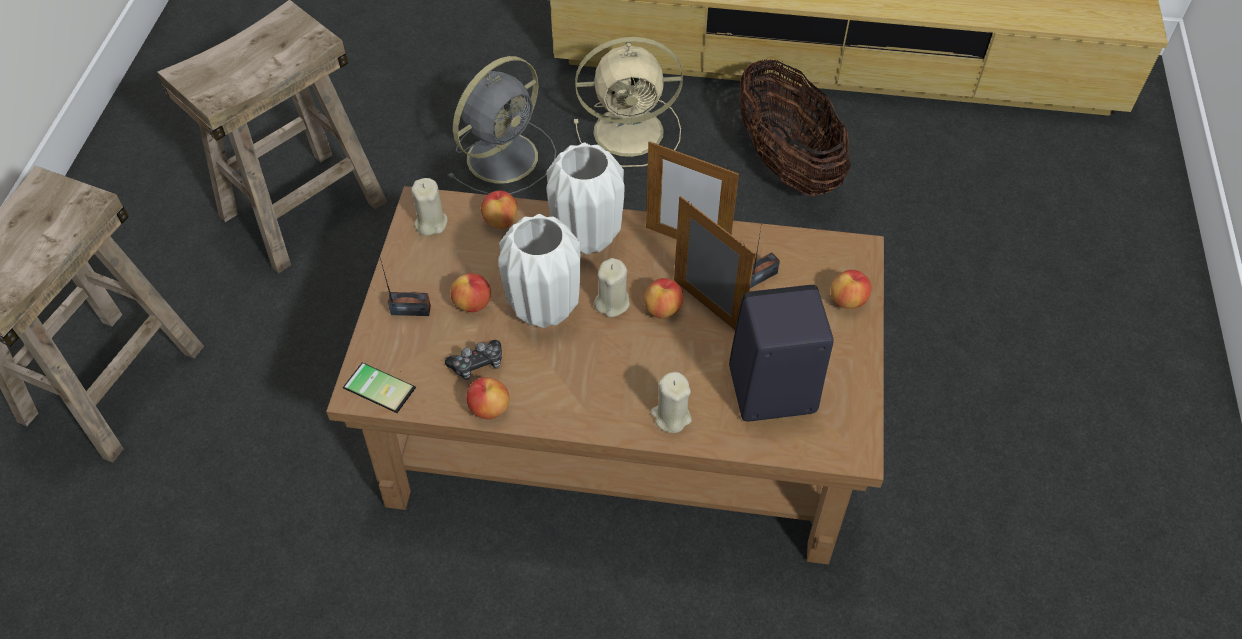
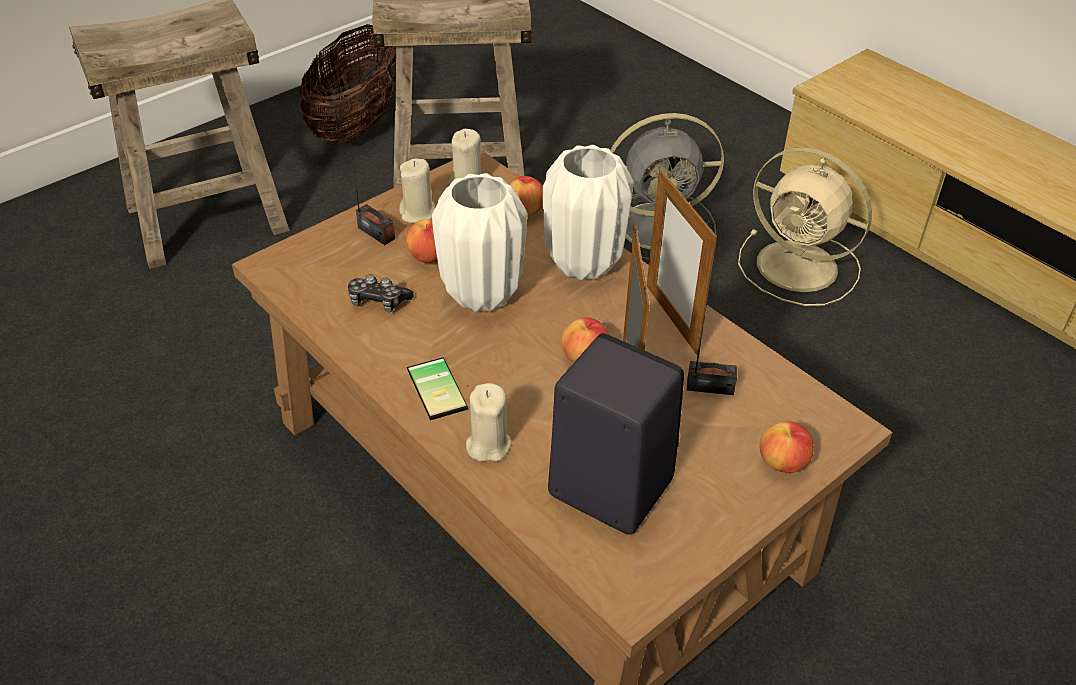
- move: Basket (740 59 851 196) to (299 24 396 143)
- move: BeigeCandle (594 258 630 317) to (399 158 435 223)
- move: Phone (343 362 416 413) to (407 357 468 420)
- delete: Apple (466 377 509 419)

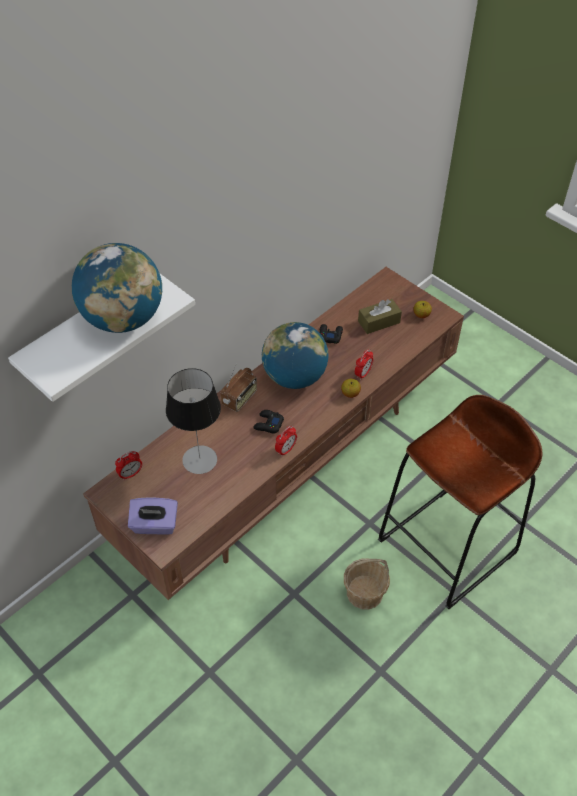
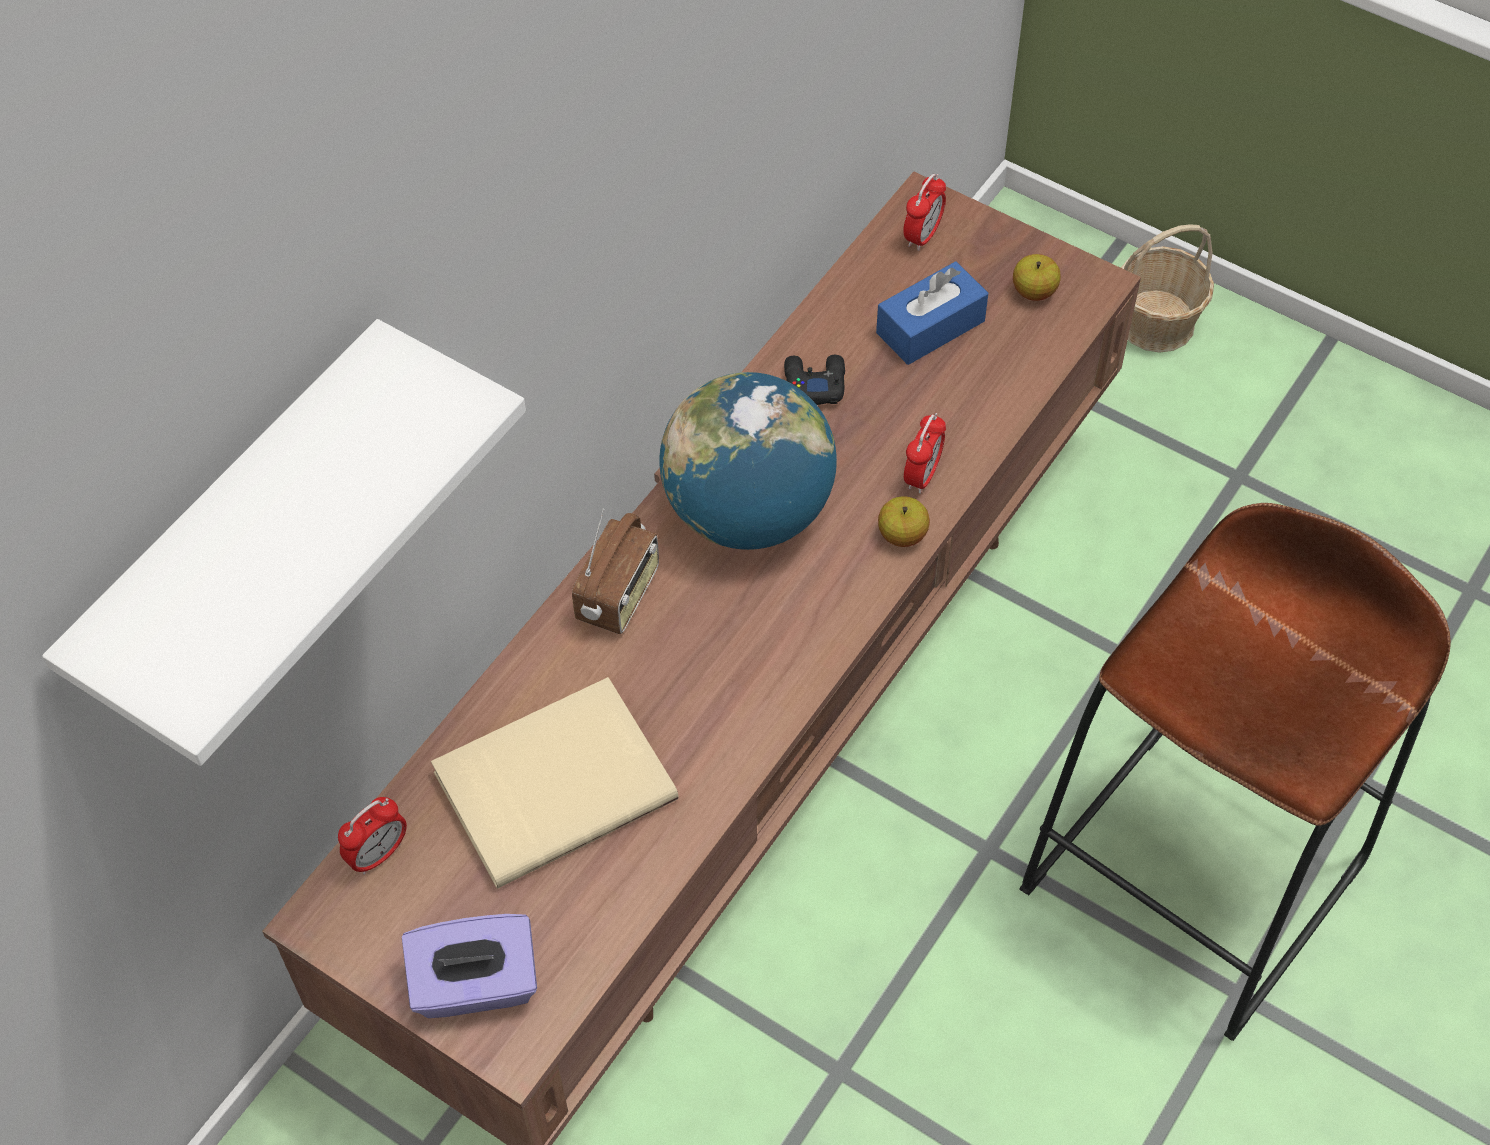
- delete: Globe (72 243 162 333)
- recolor: BrownTissueBox (358 299 402 334) to BlueTissueBox (876 261 988 365)
- replace: TableLamp (166 368 221 474) to BeigeBook (431 677 679 889)
- delete: BlackGameController (253 410 284 434)
- move: AlarmClock (275 426 297 457) to (903 174 946 251)
- move: Basket (344 558 390 610) to (1121 224 1214 353)

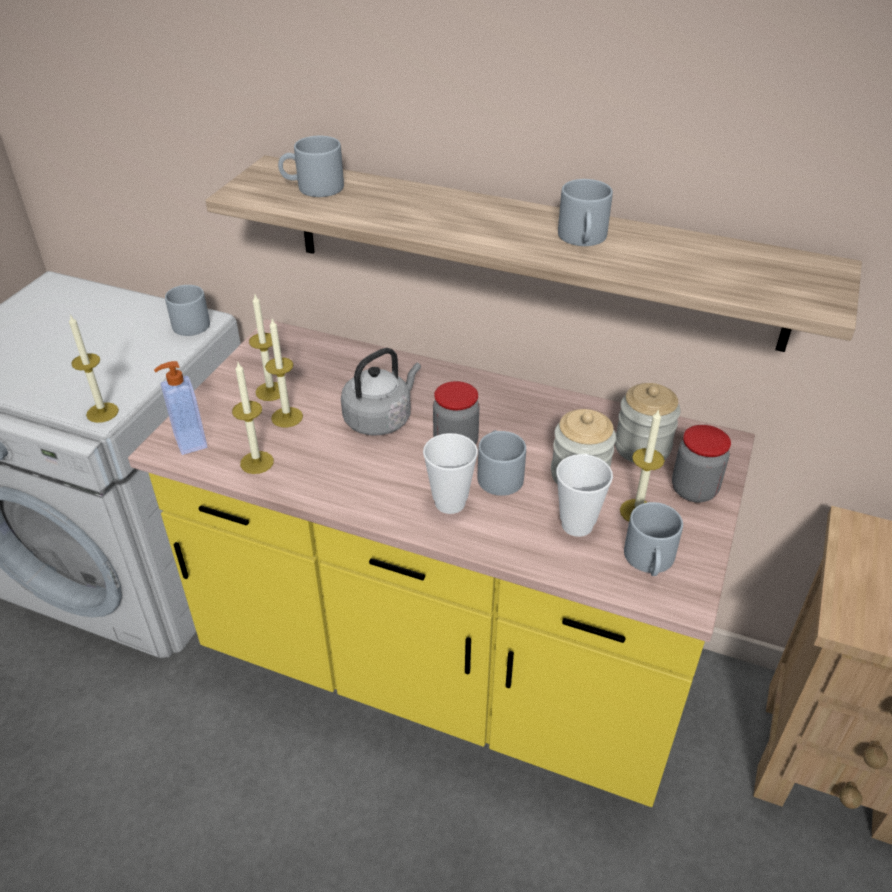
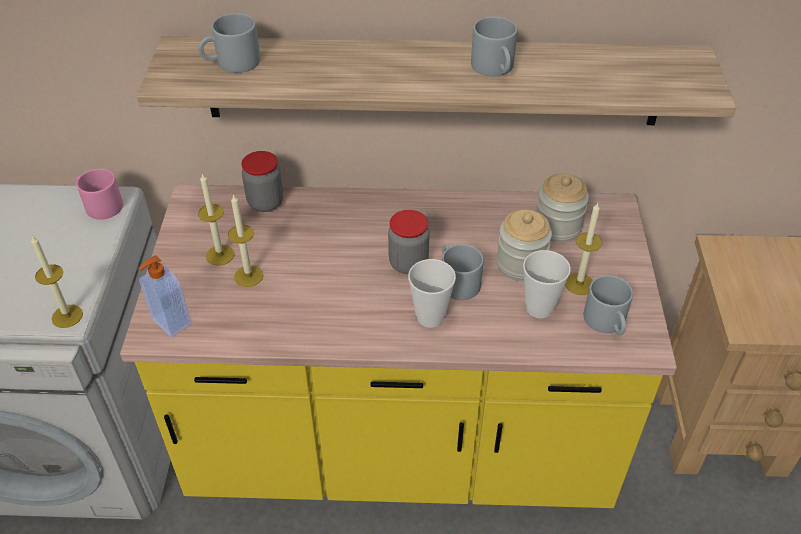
- recolor: GreyMug (165 285 210 336) to PinkMug (75 169 123 220)
- delete: GreyKettle (341 348 421 435)
- delete: Candle (232 362 274 474)
- move: Jar (672 425 731 502) to (242 151 283 212)

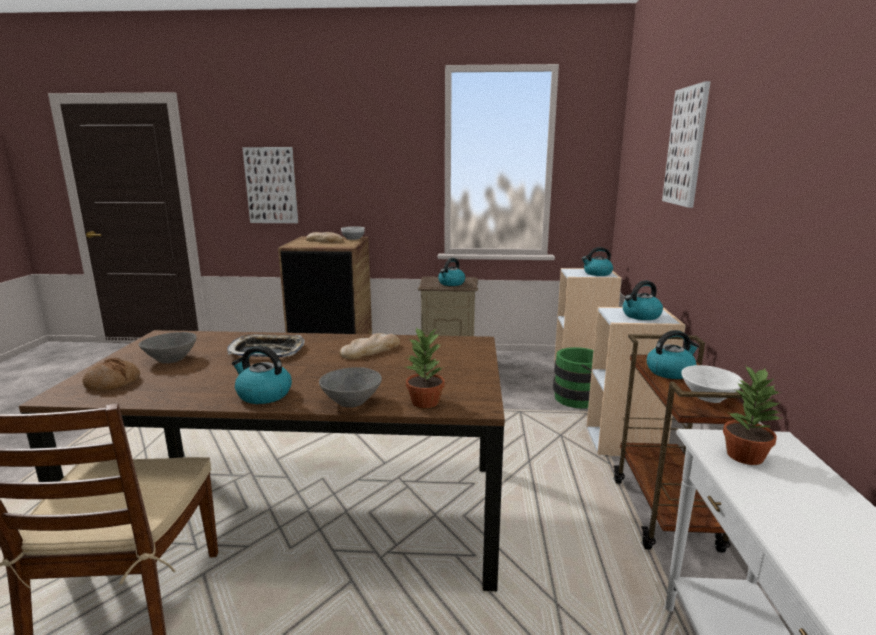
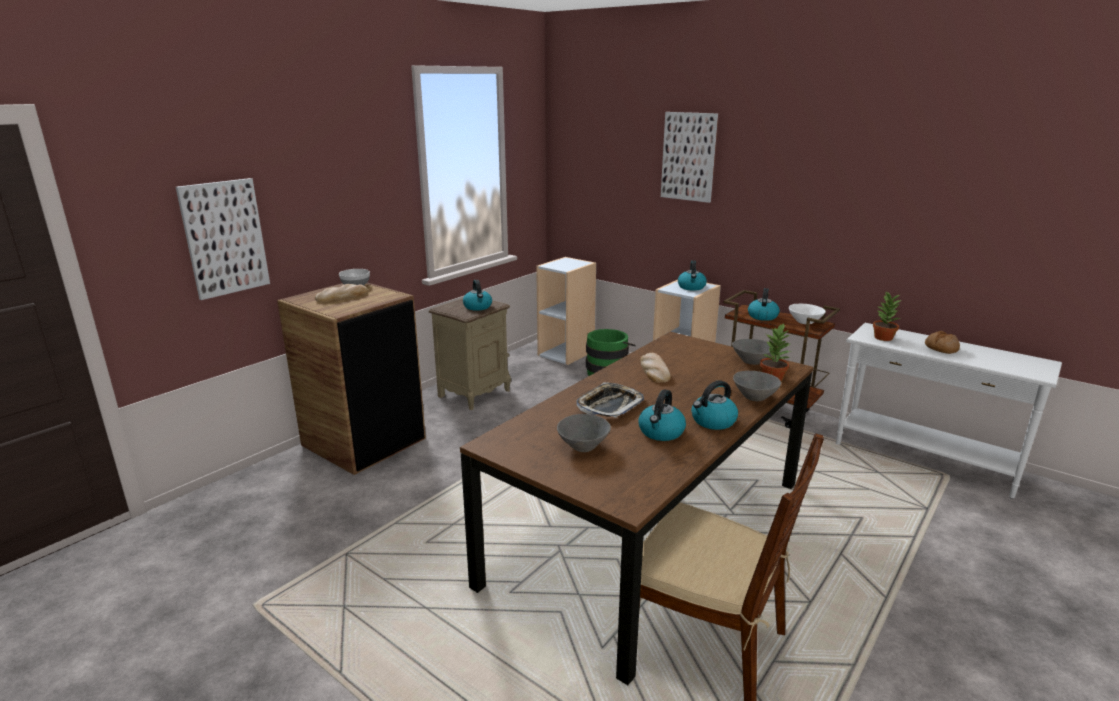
- move: Kettle (582 247 613 276) to (638 389 686 441)
- move: Bread (83 358 140 391) to (925 331 960 354)
- insert: GreyBowl (732 339 771 365)

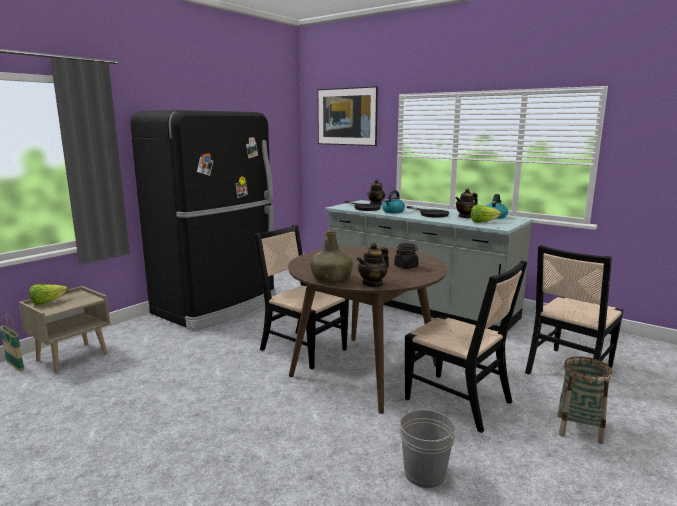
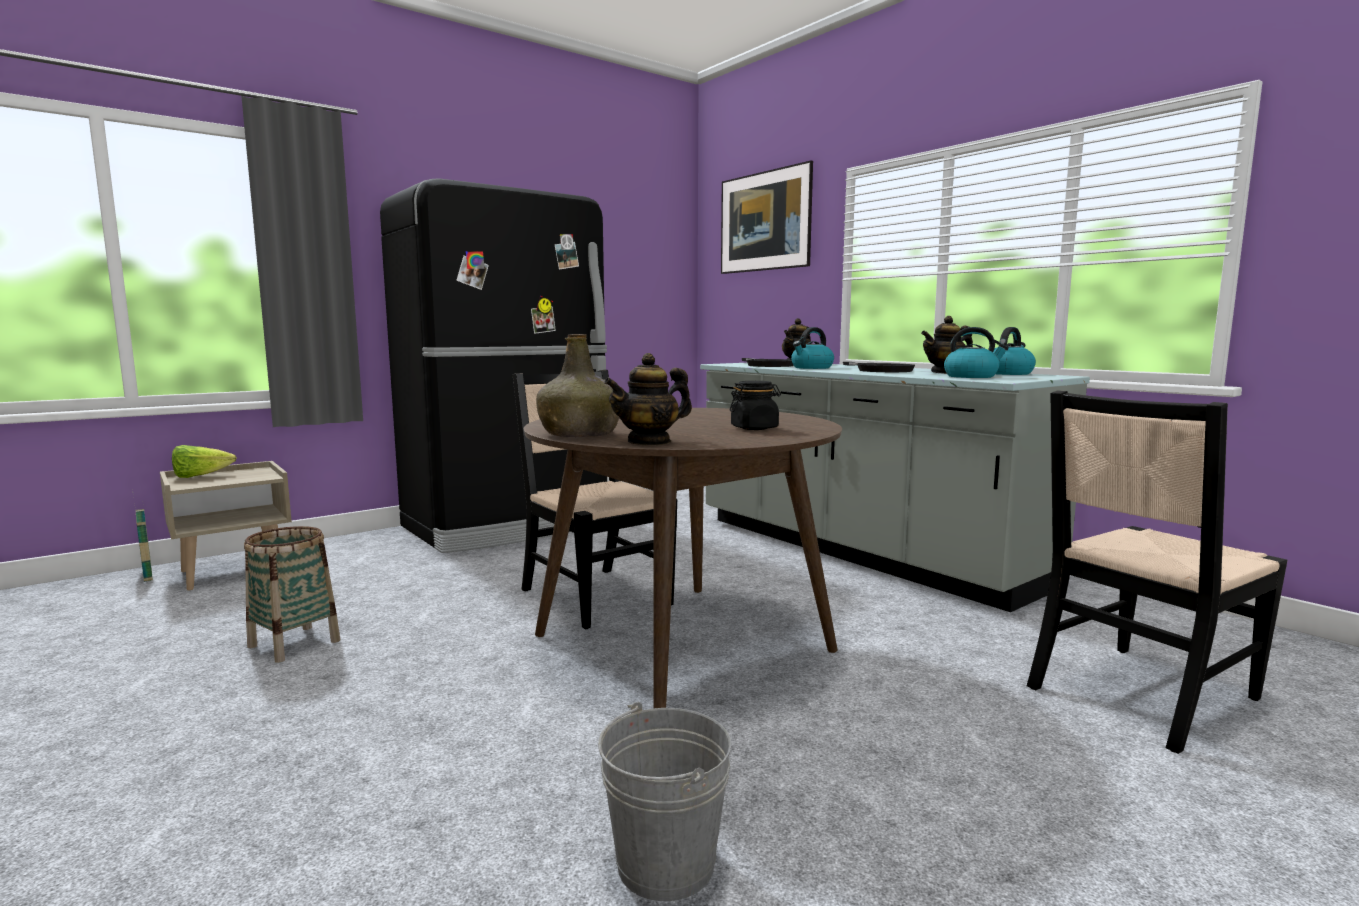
- replace: Lettuce (471 205 501 223) to Kettle (944 327 1009 378)
- delete: Chair (405 260 528 433)
- move: Basket (557 356 613 444) to (244 526 340 663)

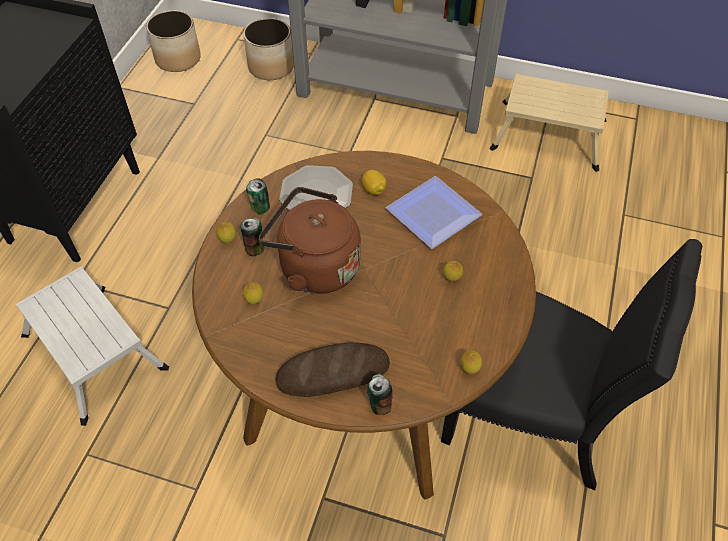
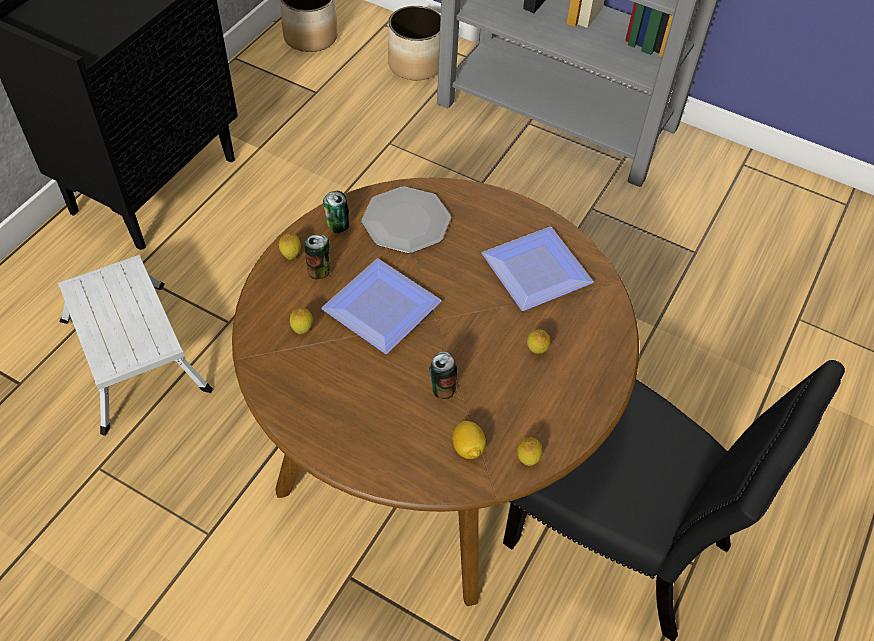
- delete: BeigeStepLadder (489 73 609 172)
- move: Lemon (362 170 386 195) to (452 421 486 459)
- replace: BrownKettle (259 187 361 294) to Plate (321 259 441 354)
- delete: Bread (276 342 390 397)
- move: Can (367 374 393 415) to (429 351 457 399)

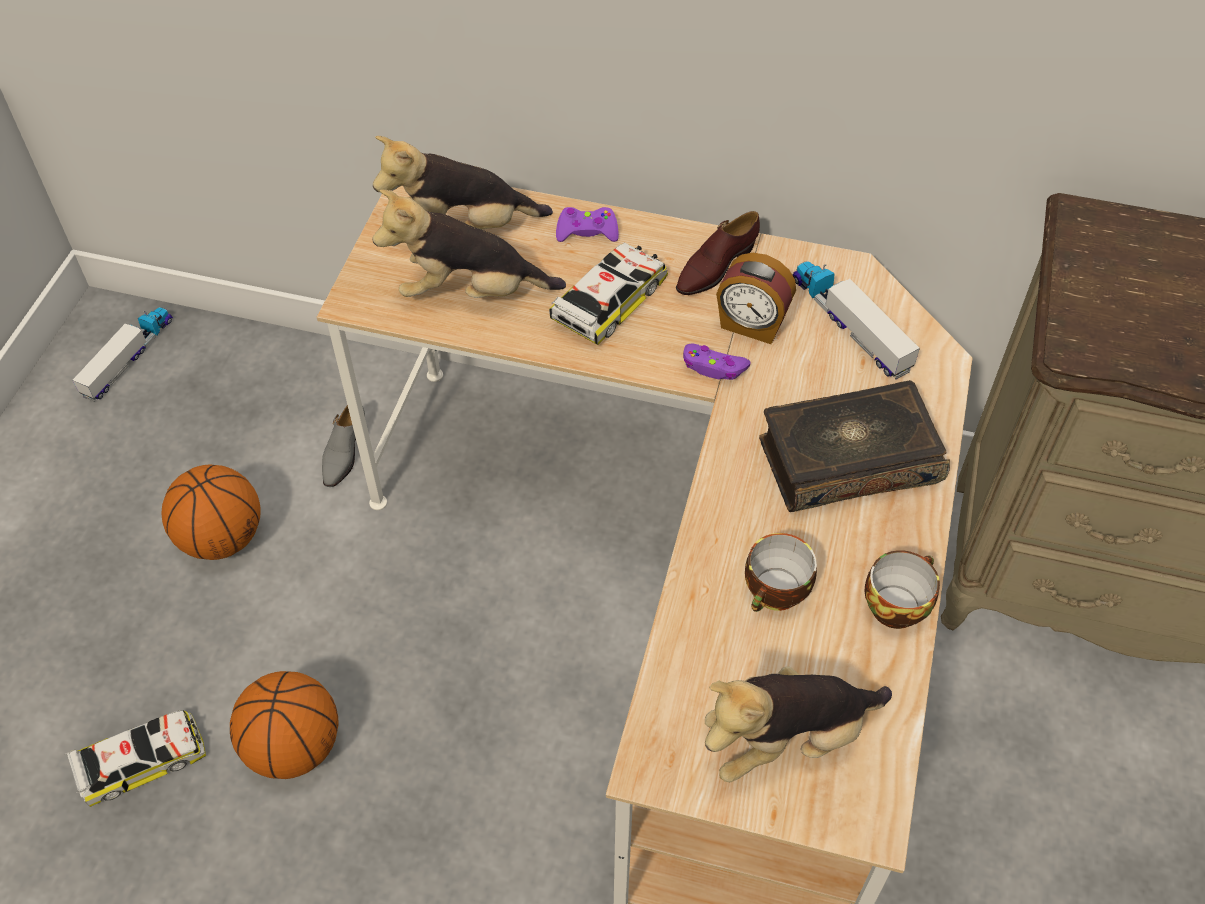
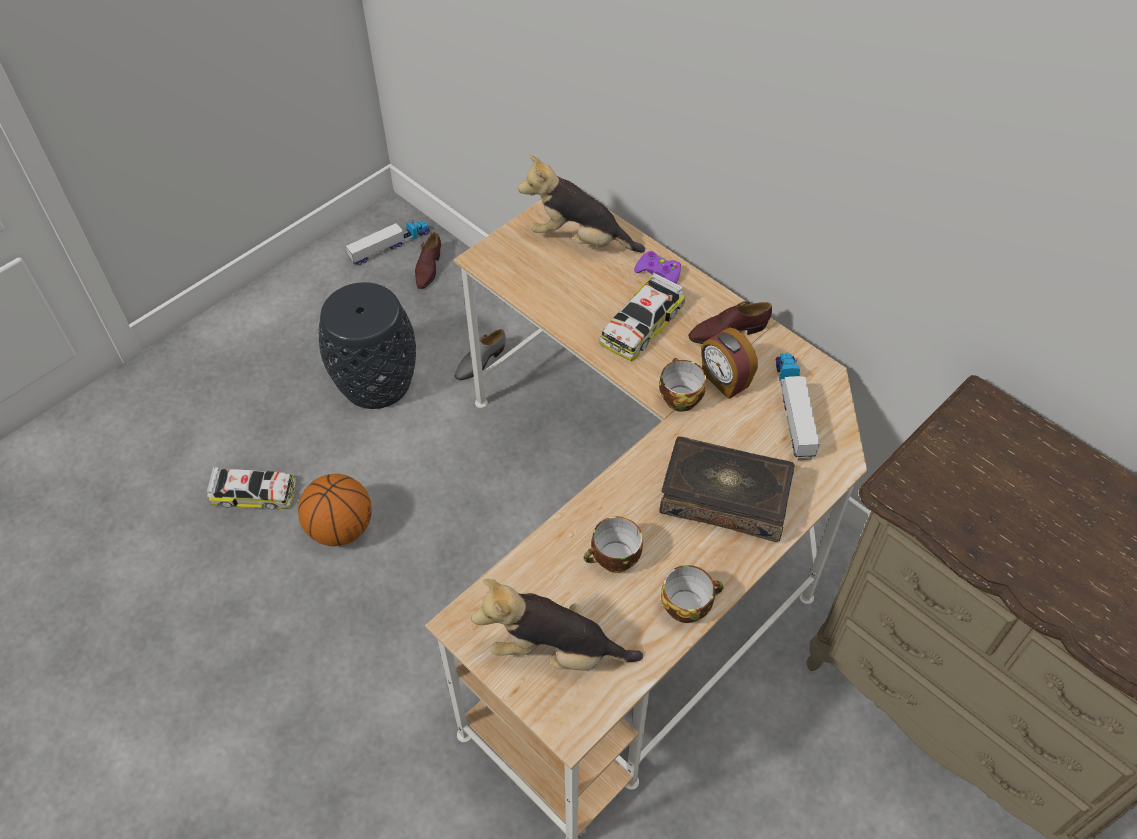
- delete: PlushToy (372 189 566 298)
- rotate: ToyCar (549 243 668 345) = (599 272 685 361) 150 degrees clockwise
- replace: PurpleGameController (683 344 751 380) to Cup (659 358 706 412)
- replace: Basketball (161 464 260 560) to BlackStool (319 282 416 409)
- insert: BrownShoe (415 232 441 289)

